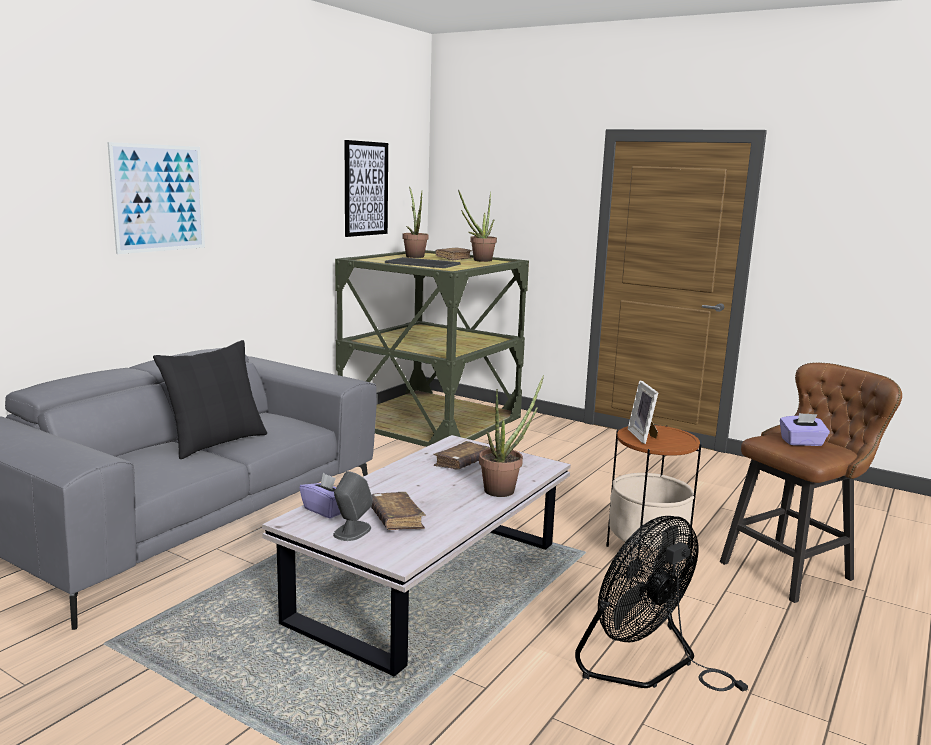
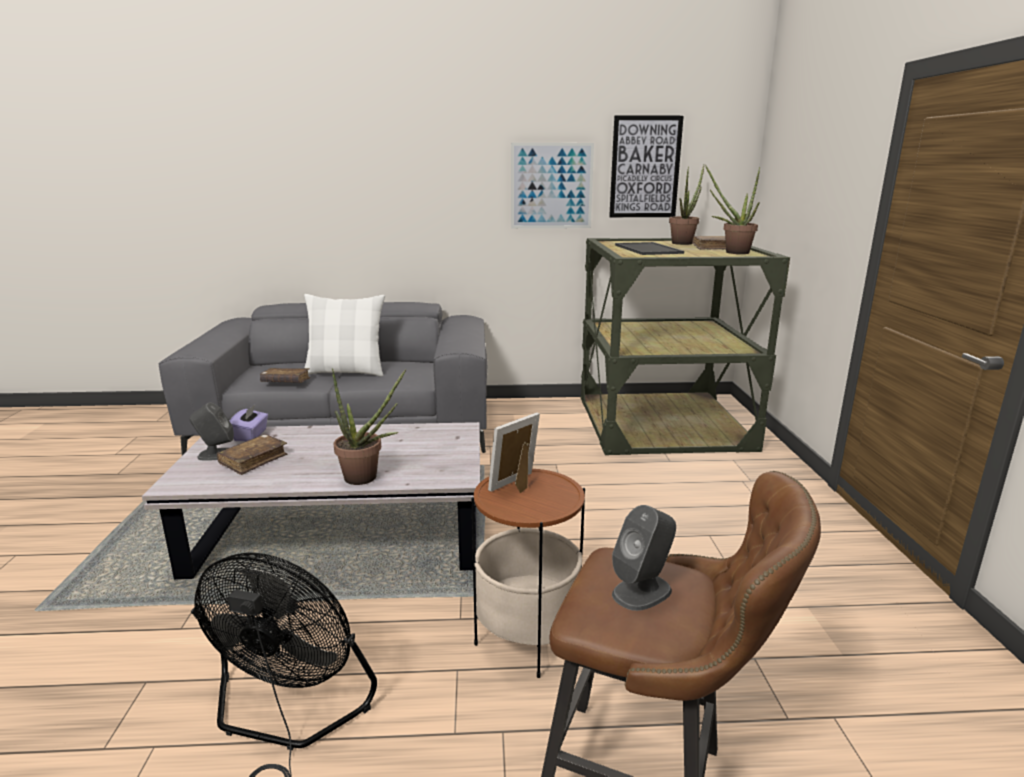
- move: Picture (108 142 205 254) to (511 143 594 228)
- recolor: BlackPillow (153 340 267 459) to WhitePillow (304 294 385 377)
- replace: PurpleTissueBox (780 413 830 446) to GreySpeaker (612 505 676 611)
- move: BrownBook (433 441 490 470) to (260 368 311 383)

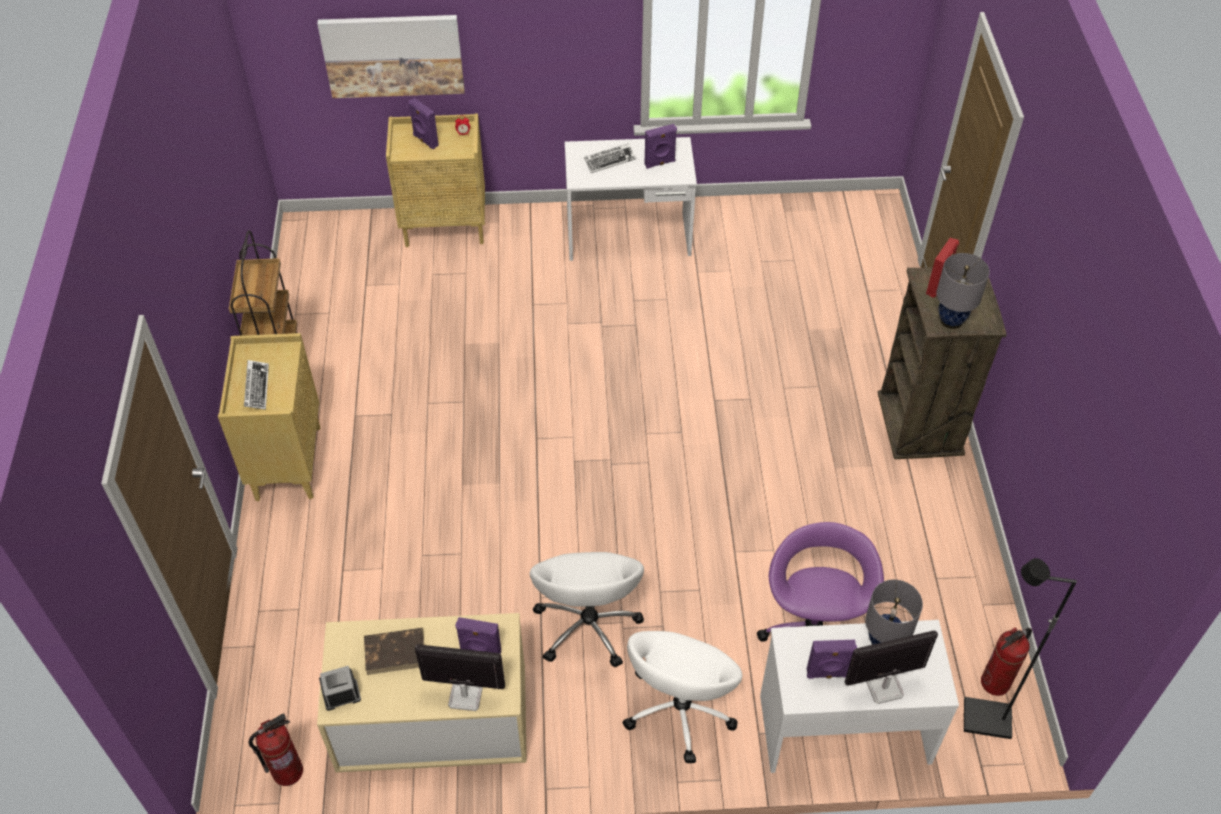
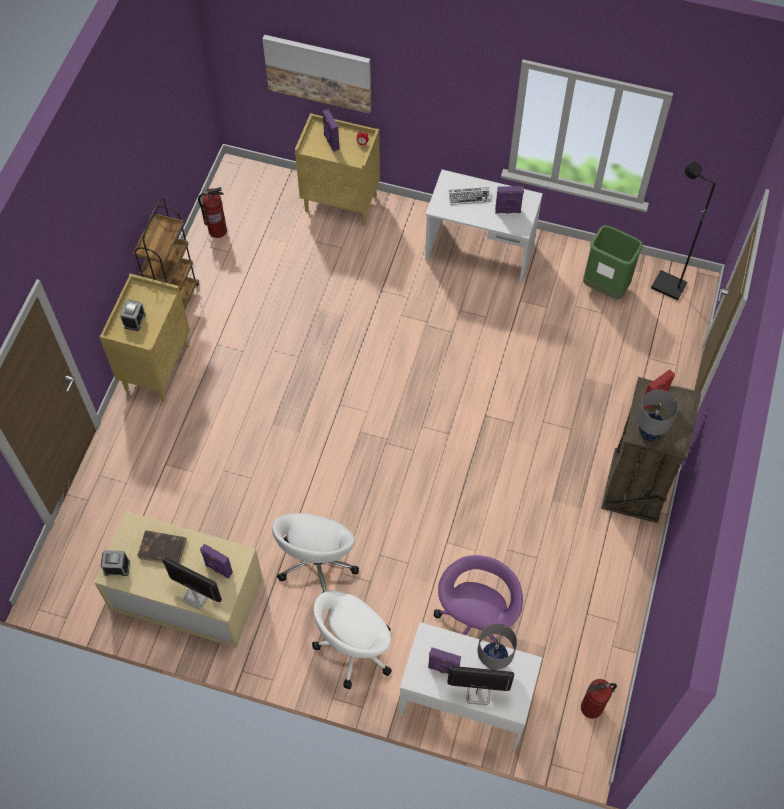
- replace: Keyboard (244 360 269 410) to AlarmClock (120 300 146 331)
- move: BlackFloorLamp (964 558 1077 739) to (651 162 716 300)
- move: FireExtinguisher (249 713 303 786) to (198 187 227 238)
- insert: GreenTrashCan (583 225 643 299)

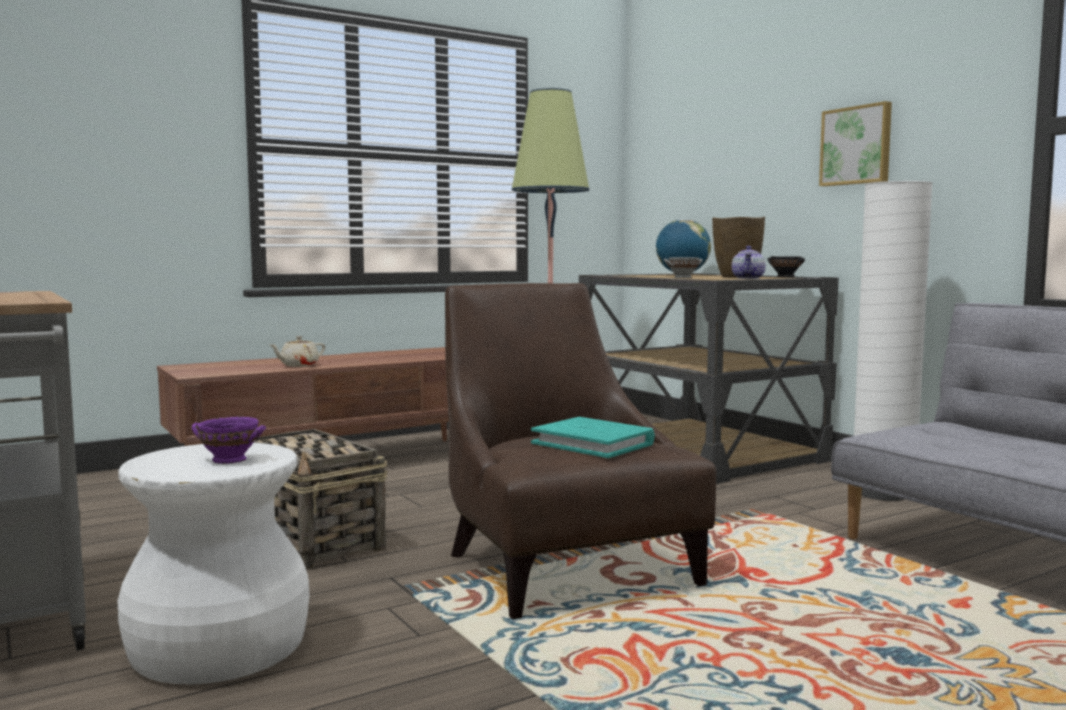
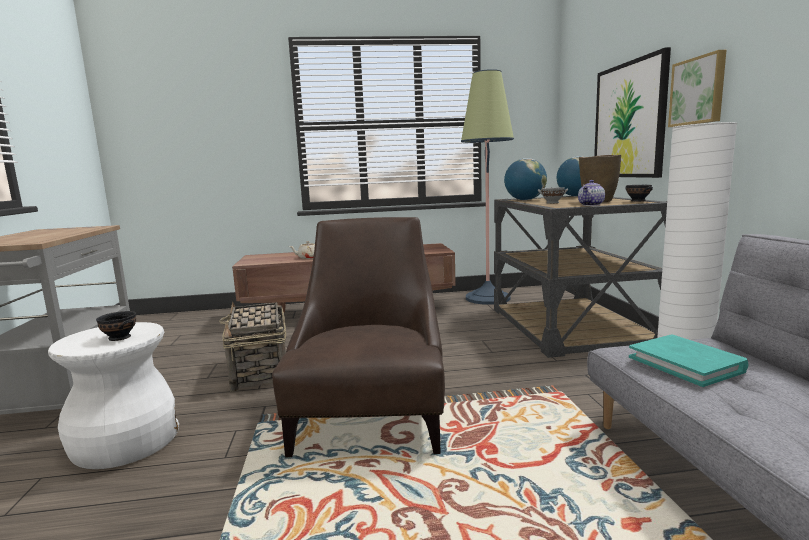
- recolor: PurpleBowl (192 417 266 464) to BlackBowl (96 311 136 341)
- move: TurquoiseBook (531 417 655 458) to (629 335 748 387)
- insert: Picture (594 47 671 178)
- insert: Globe (504 158 547 200)

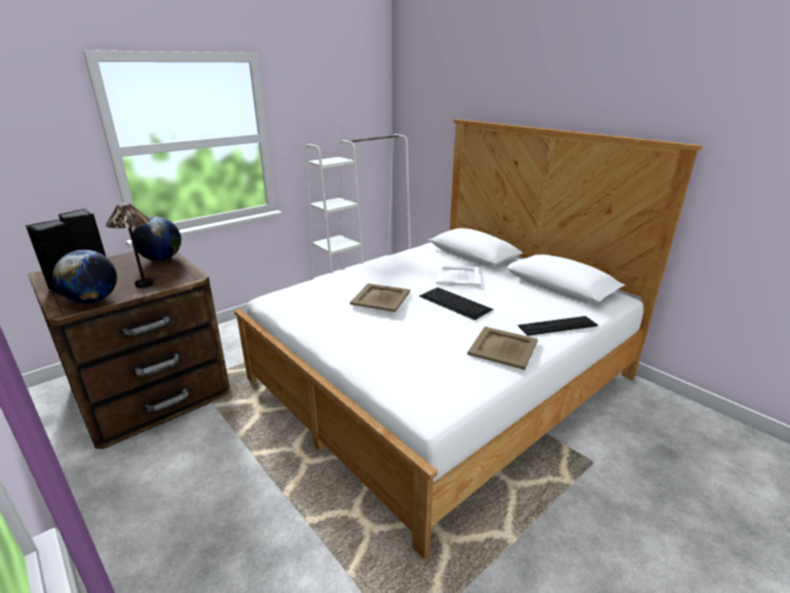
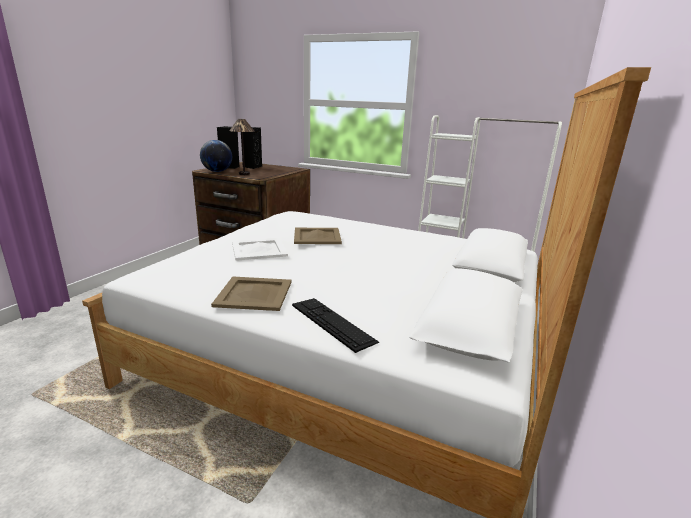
- delete: Globe (133 217 181 261)
- move: WhiteTray (436 265 480 286) to (232 238 288 261)
- delete: Keyboard (419 287 493 320)

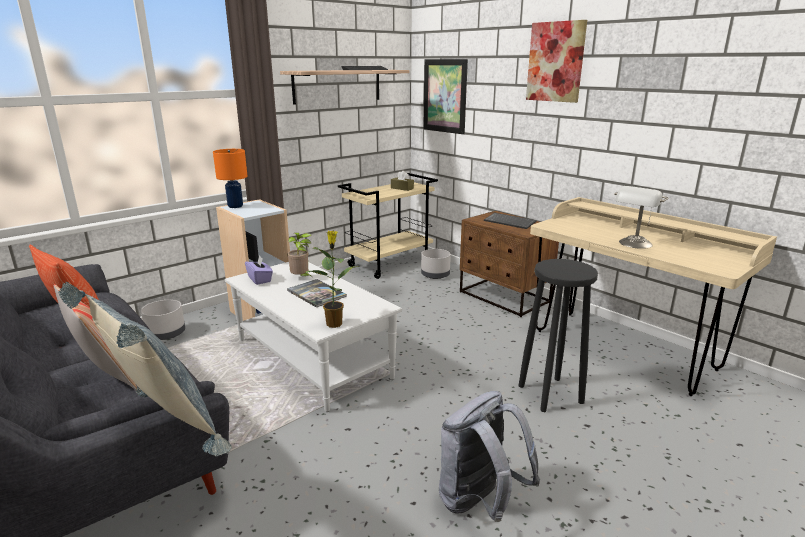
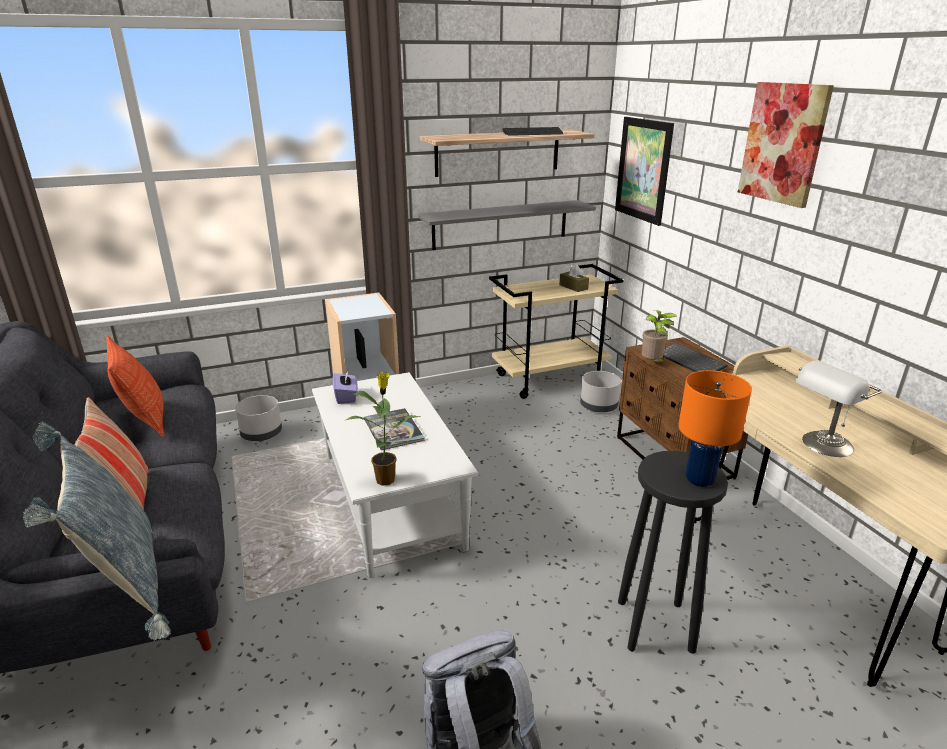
- move: OrangeTableLamp (213 149 248 208) to (678 370 752 487)
- move: PottedPlant (287 233 313 278) to (642 310 676 363)
- insert: GreyShelf (418 200 596 250)

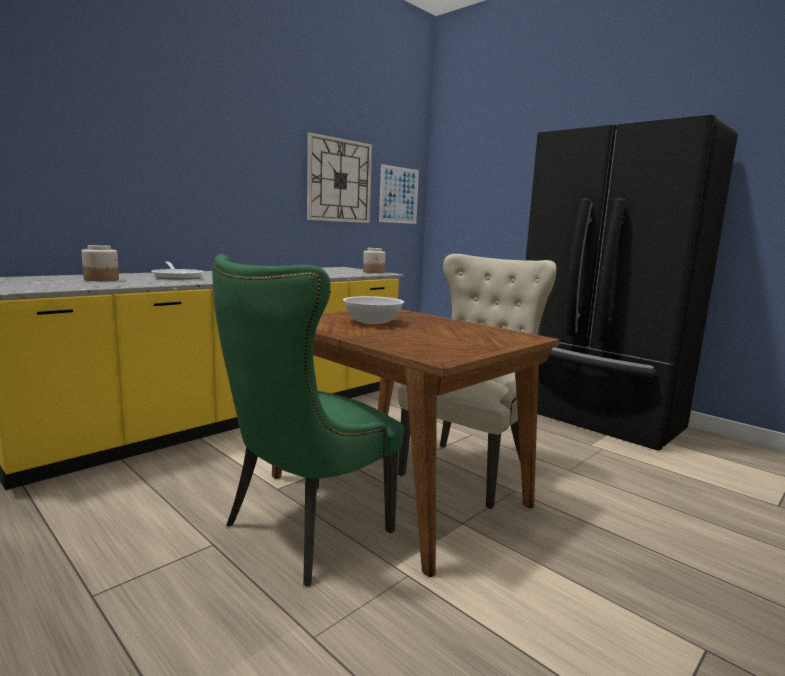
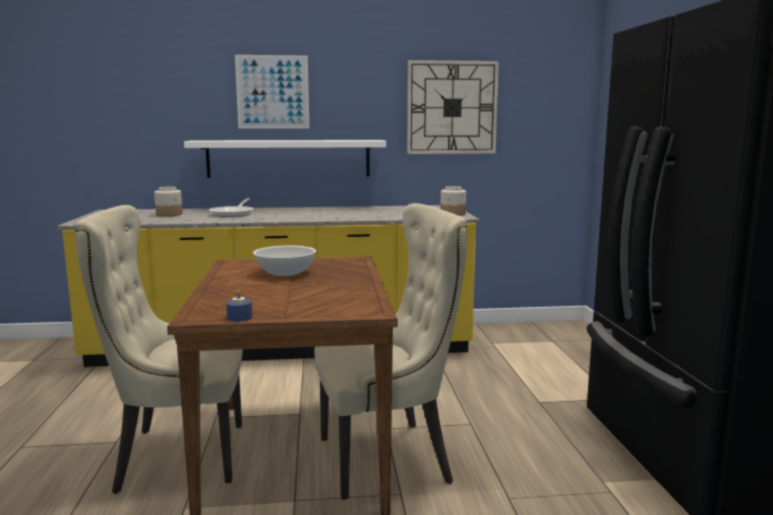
- move: Picture (379 164 419 224) to (235 55 309 128)
- recolor: GreenChair (212 254 404 586) to BeigeChair (75 205 243 494)
- insert: WhiteShelf (184 140 386 178)
- insert: BlueCandle (226 289 252 322)

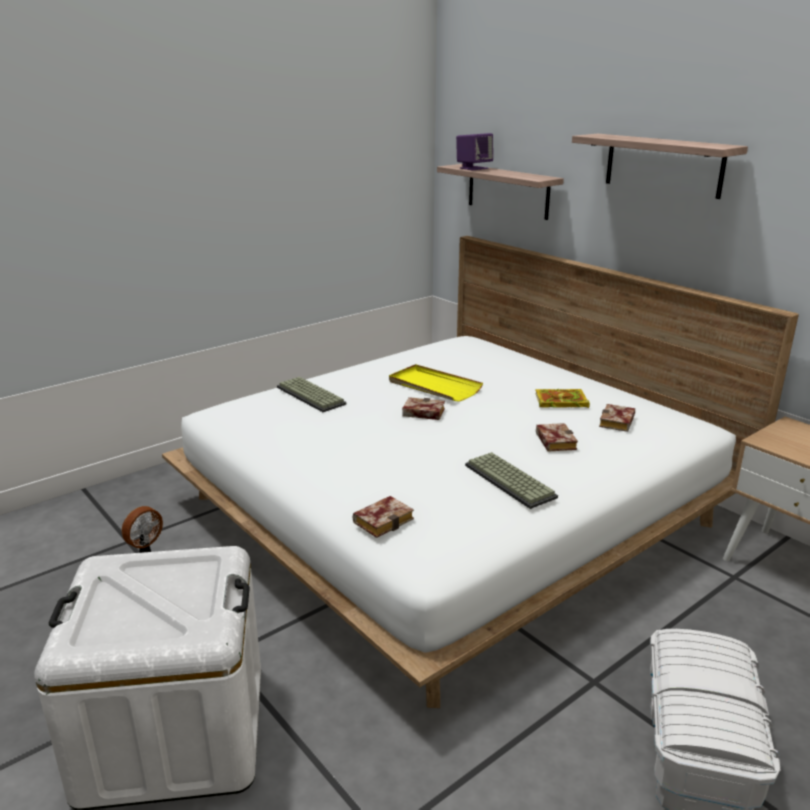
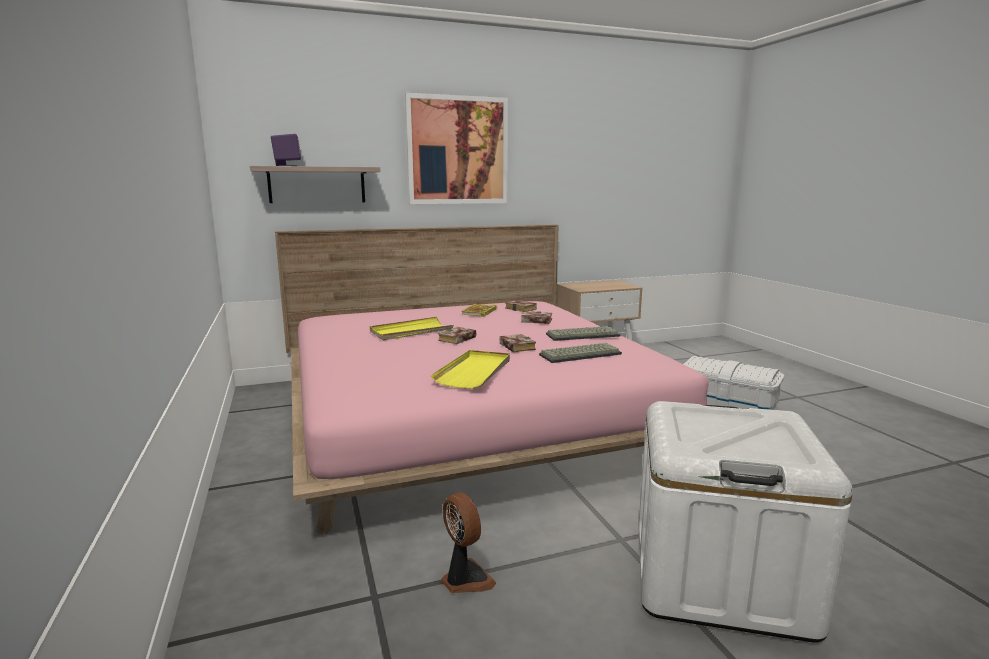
- replace: Shelf (572 134 748 199) to Picture (405 93 508 204)
- recolor: WhiteBed (162 236 799 708) to PinkBed (275 224 709 535)
- move: Keyboard (277 377 346 412) to (539 343 622 363)
- move: Book (353 496 414 538) to (500 334 536 352)
- insert: YellowTray (431 350 510 389)

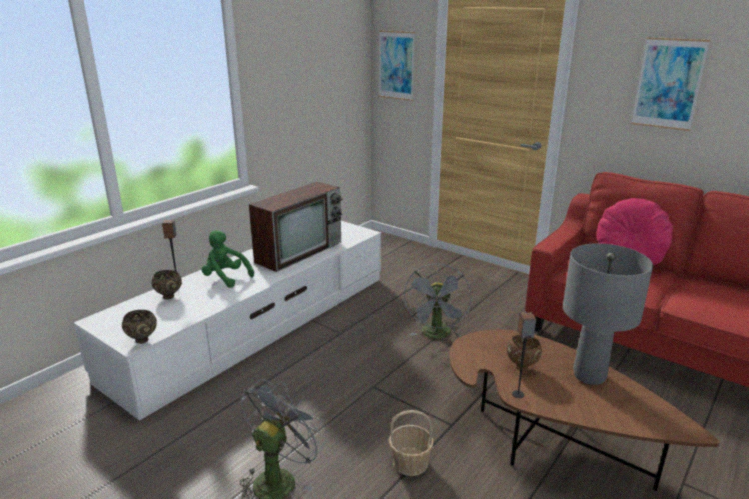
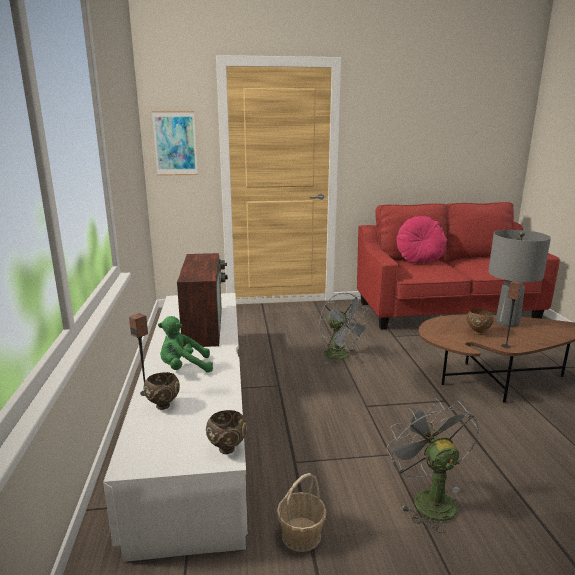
- delete: Picture (631 37 710 131)
- move: Basket (389 410 434 476) to (277 473 327 552)

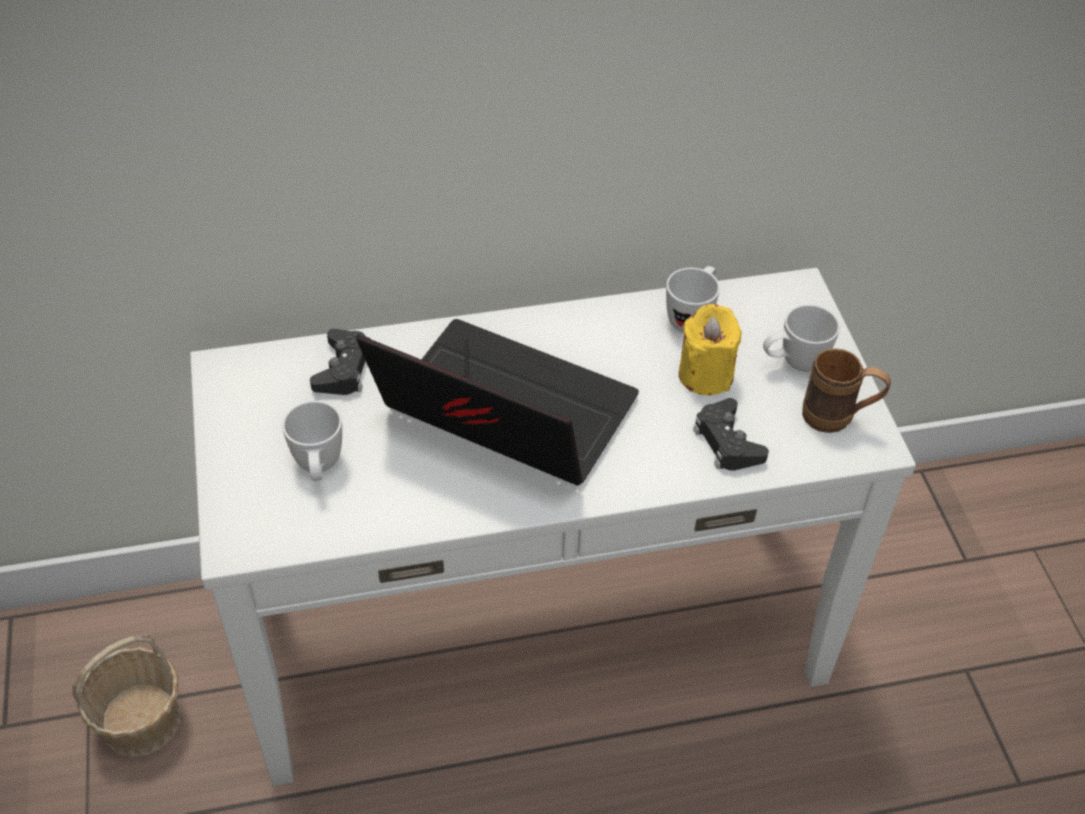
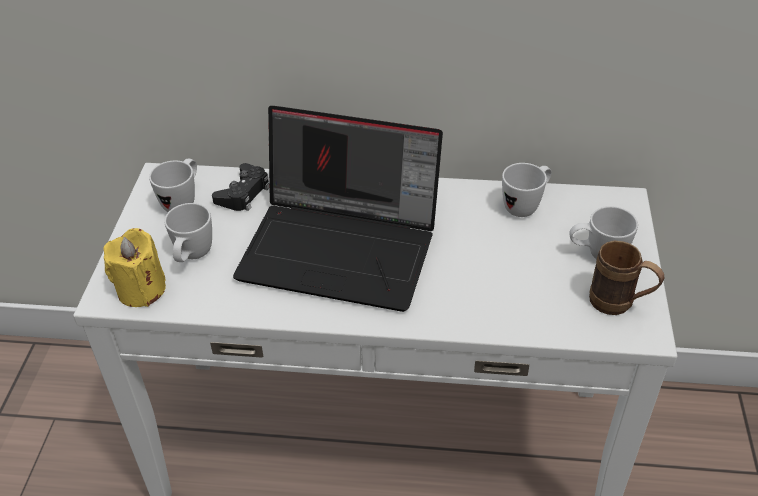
- move: YellowCandle (679 304 742 395) to (103 228 166 307)
- rotate: Laptop (356 319 639 485) = (233 106 443 312) 150 degrees clockwise
- delete: BlackGameController (693 398 769 471)
- delete: Basket (72 634 181 757)
- insert: WhiteMug (149 159 197 212)

